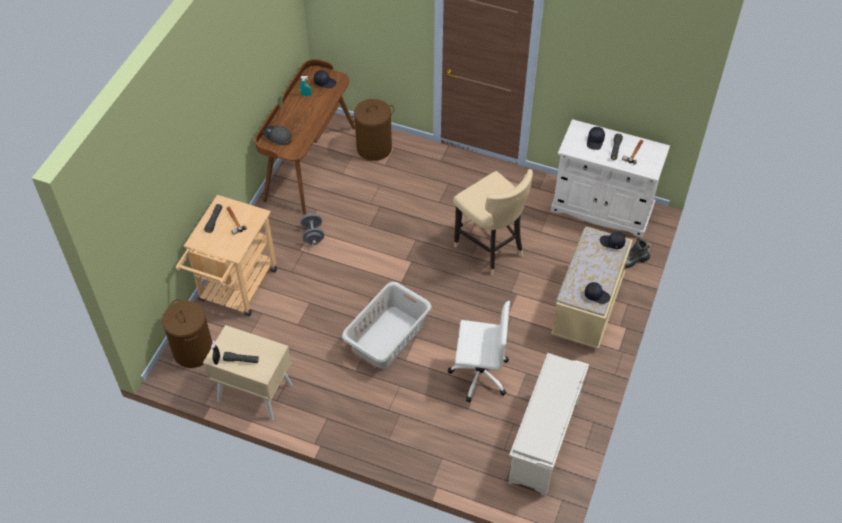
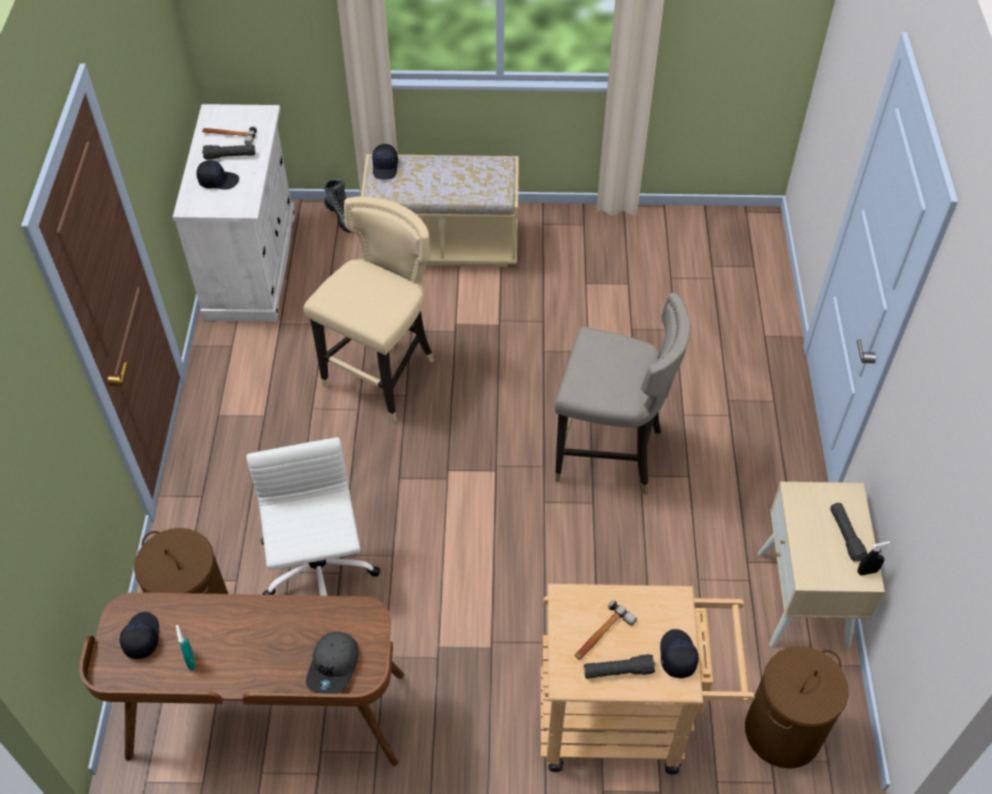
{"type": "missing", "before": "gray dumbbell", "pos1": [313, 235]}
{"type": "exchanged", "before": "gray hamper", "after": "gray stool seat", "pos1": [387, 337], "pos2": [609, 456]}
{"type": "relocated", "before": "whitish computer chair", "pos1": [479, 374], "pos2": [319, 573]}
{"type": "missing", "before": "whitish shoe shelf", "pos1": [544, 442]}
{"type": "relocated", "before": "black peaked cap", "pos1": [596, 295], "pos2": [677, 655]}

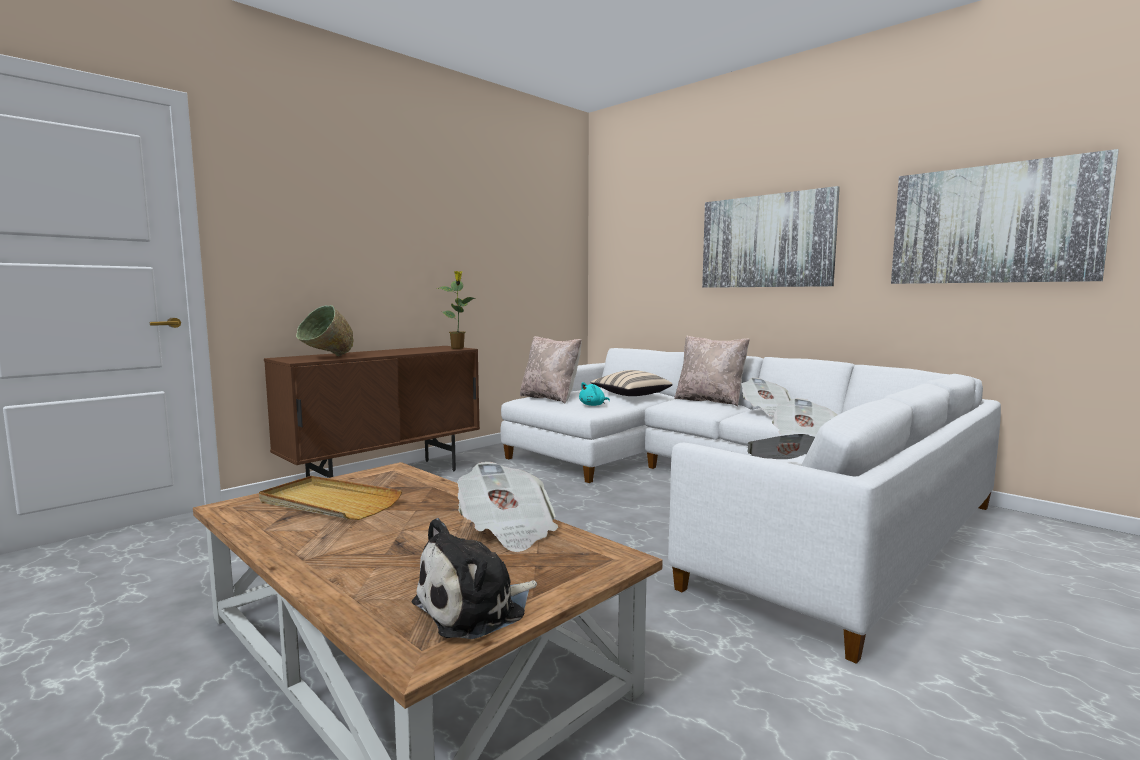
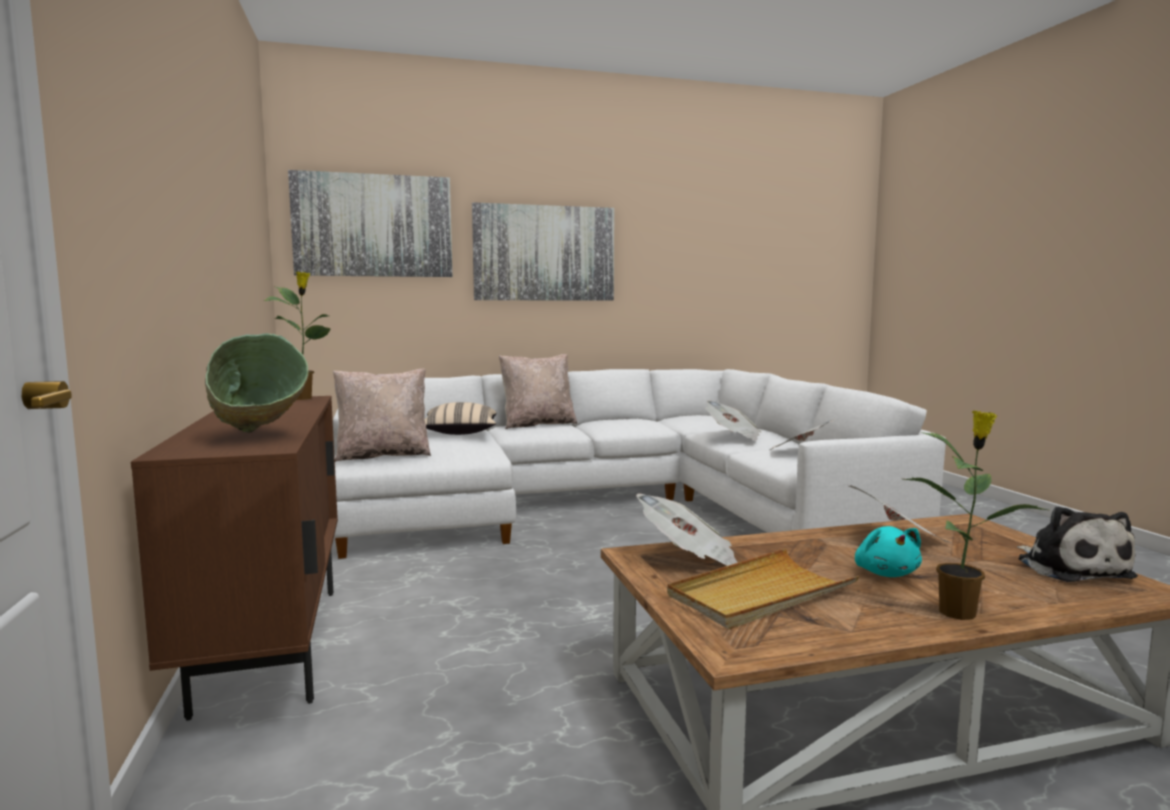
{"type": "relocated", "before": "blue-green soft toy", "pos1": [593, 405], "pos2": [885, 573]}
{"type": "relocated", "before": "newspaper", "pos1": [767, 411], "pos2": [689, 558]}
{"type": "relocated", "before": "wall art", "pos1": [992, 224], "pos2": [373, 226]}
{"type": "appeared", "after": "houseplant", "pos2": [959, 612]}

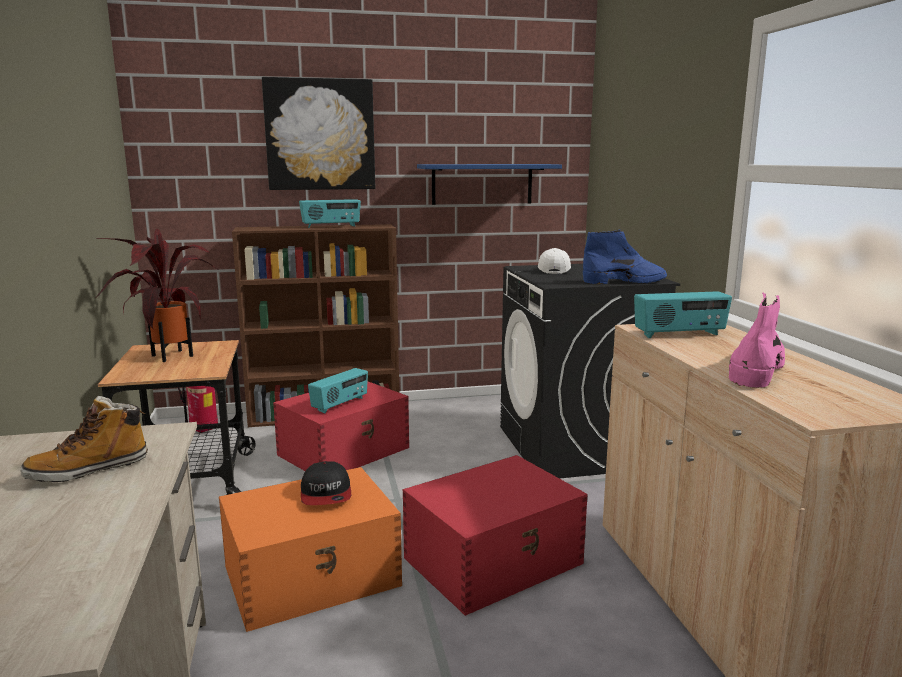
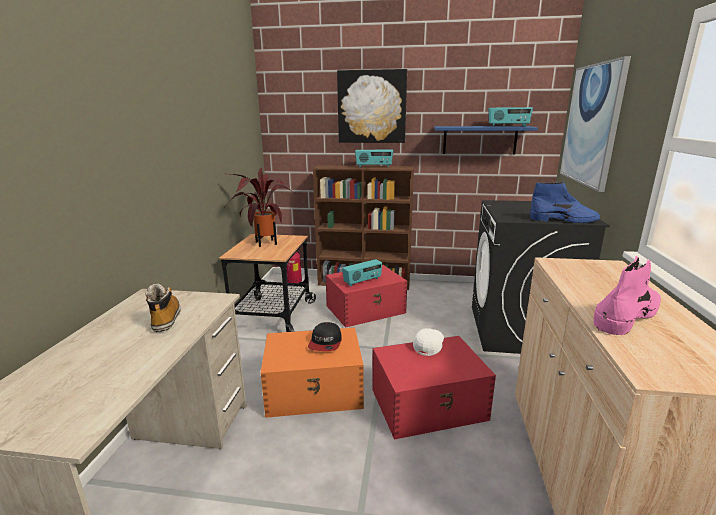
{"type": "spun", "before": "boot", "pos1": [89, 469], "pos2": [166, 318], "turn": 90}
{"type": "relocated", "before": "whitish peaked cap", "pos1": [553, 270], "pos2": [429, 346]}
{"type": "relocated", "before": "radio receiver", "pos1": [680, 334], "pos2": [508, 126]}
{"type": "appeared", "after": "wall art", "pos2": [591, 125]}

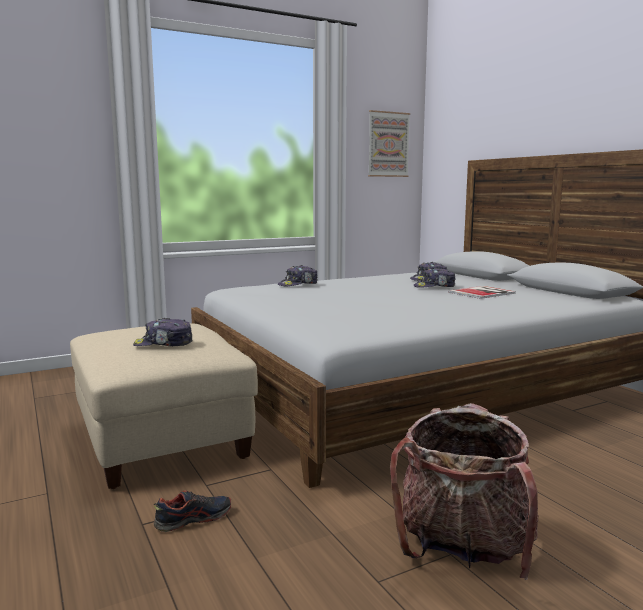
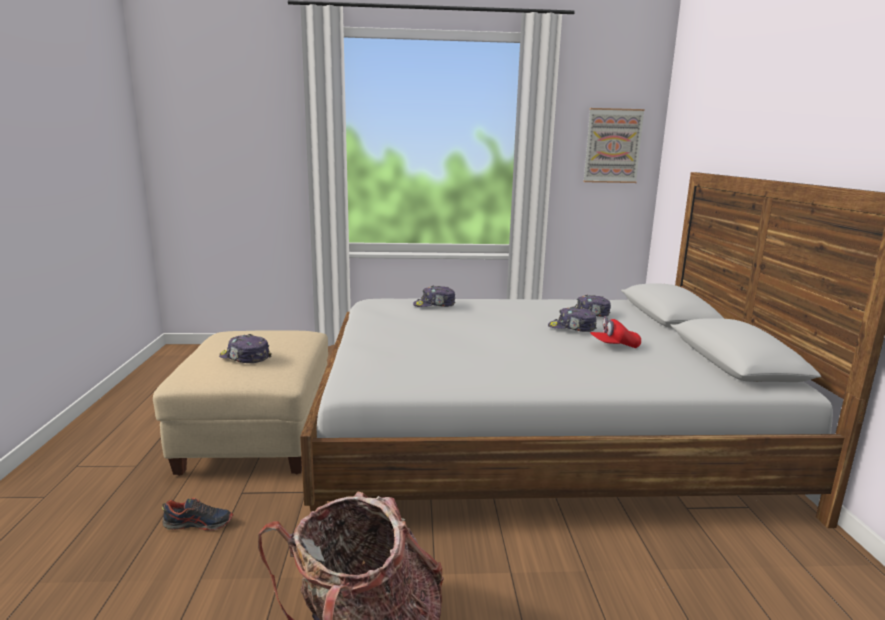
{"type": "exchanged", "before": "book", "after": "red peaked cap", "pos1": [483, 293], "pos2": [614, 346]}

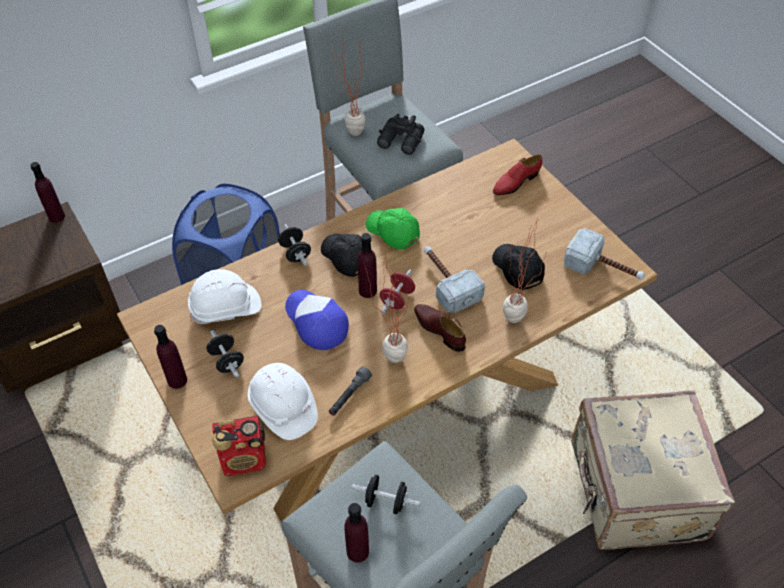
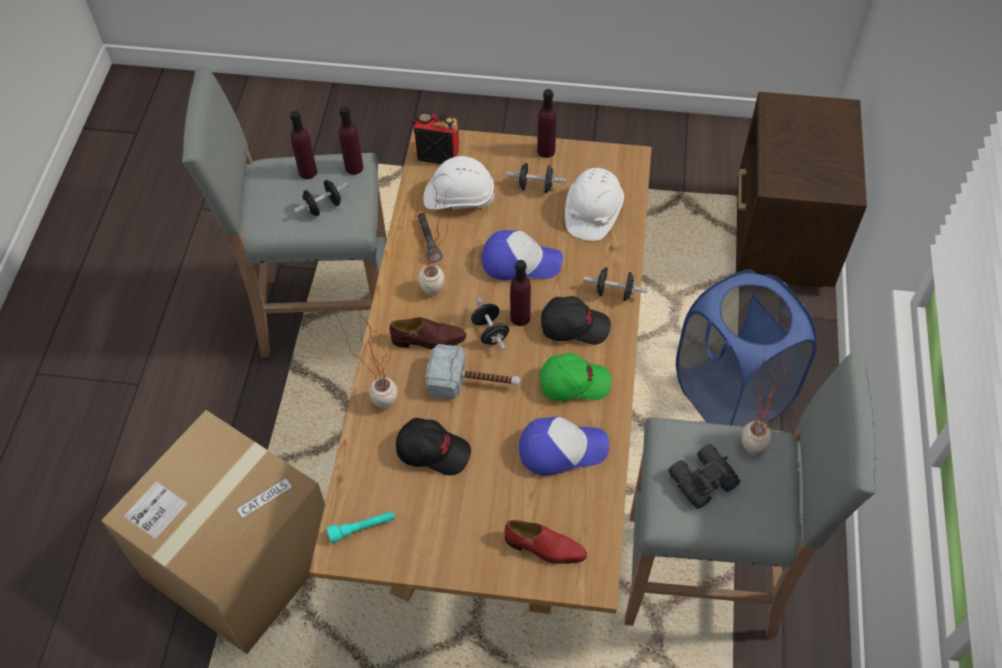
{"type": "relocated", "before": "purple bottle", "pos1": [56, 216], "pos2": [354, 167]}
{"type": "spun", "before": "radio receiver", "pos1": [245, 459], "pos2": [438, 154], "turn": 75}
{"type": "colour", "before": "red dumbbell", "after": "black dumbbell", "pos1": [397, 299], "pos2": [490, 332]}
{"type": "spun", "before": "red shoe", "pos1": [515, 182], "pos2": [545, 548], "turn": 105}
{"type": "exchanged", "before": "hammer", "after": "blue-green hand torch", "pos1": [604, 268], "pos2": [362, 528]}
{"type": "exchanged", "before": "beige piece of luggage", "after": "packing box", "pos1": [633, 491], "pos2": [241, 560]}
{"type": "appeared", "after": "peaked cap", "pos2": [561, 449]}

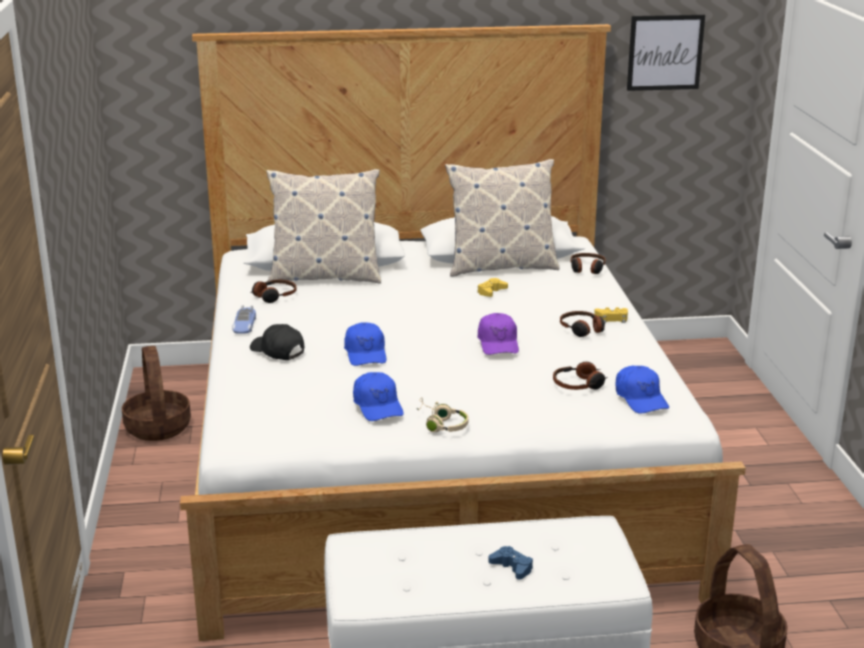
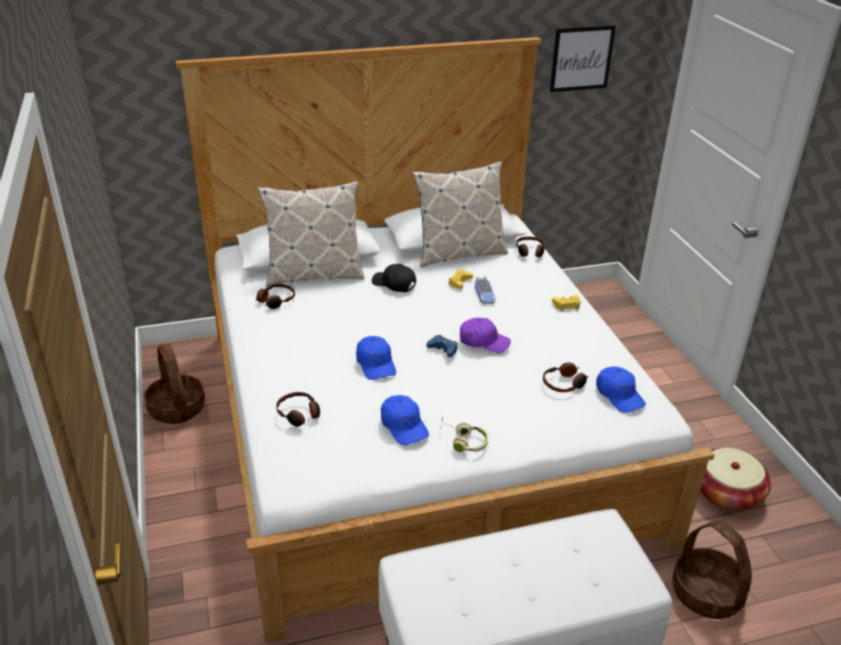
{"type": "relocated", "before": "toy car", "pos1": [244, 325], "pos2": [484, 294]}
{"type": "relocated", "before": "black peaked cap", "pos1": [278, 351], "pos2": [394, 284]}
{"type": "spun", "before": "purple peaked cap", "pos1": [498, 343], "pos2": [483, 341], "turn": -60}
{"type": "relocated", "before": "bluish joypad", "pos1": [512, 567], "pos2": [443, 349]}
{"type": "relocated", "before": "pair of headphones", "pos1": [582, 329], "pos2": [299, 414]}
{"type": "appeared", "after": "storage basket", "pos2": [726, 493]}

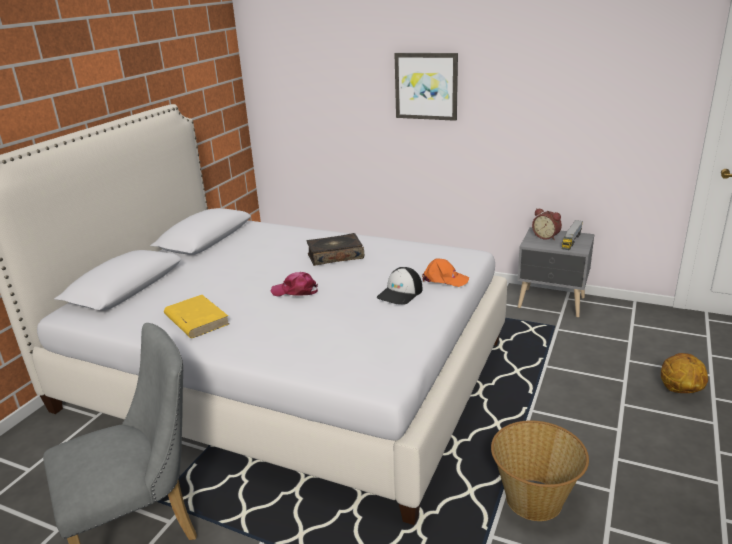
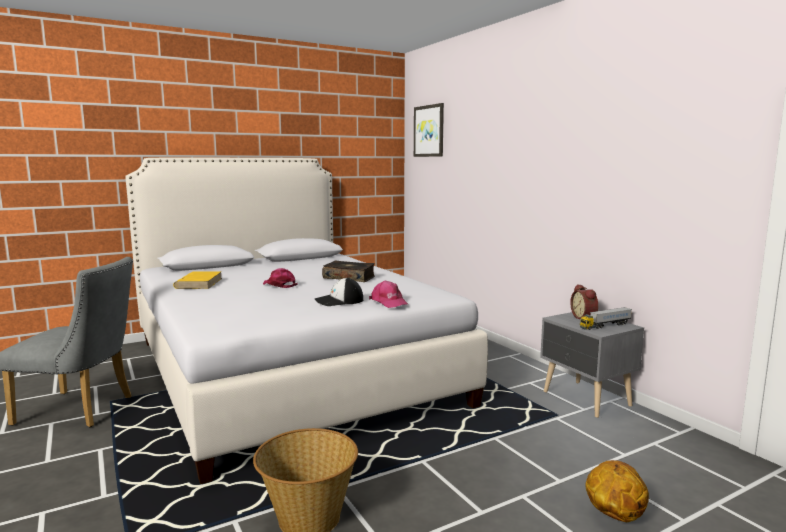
{"type": "relocated", "before": "wall art", "pos1": [426, 86], "pos2": [429, 131]}
{"type": "colour", "before": "orange-coloured peaked cap", "after": "pink peaked cap", "pos1": [444, 279], "pos2": [389, 302]}

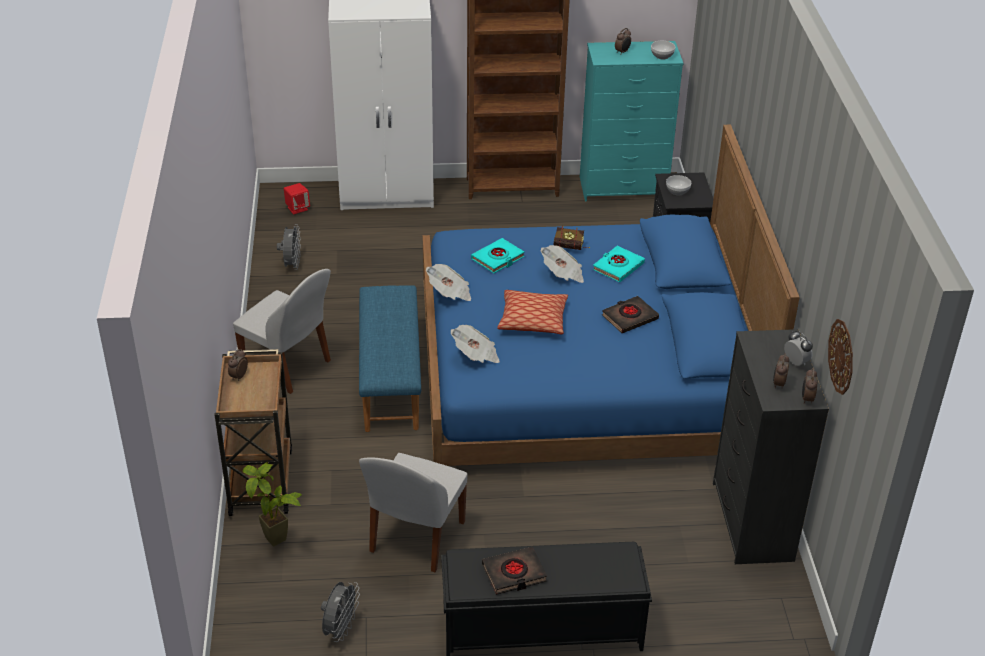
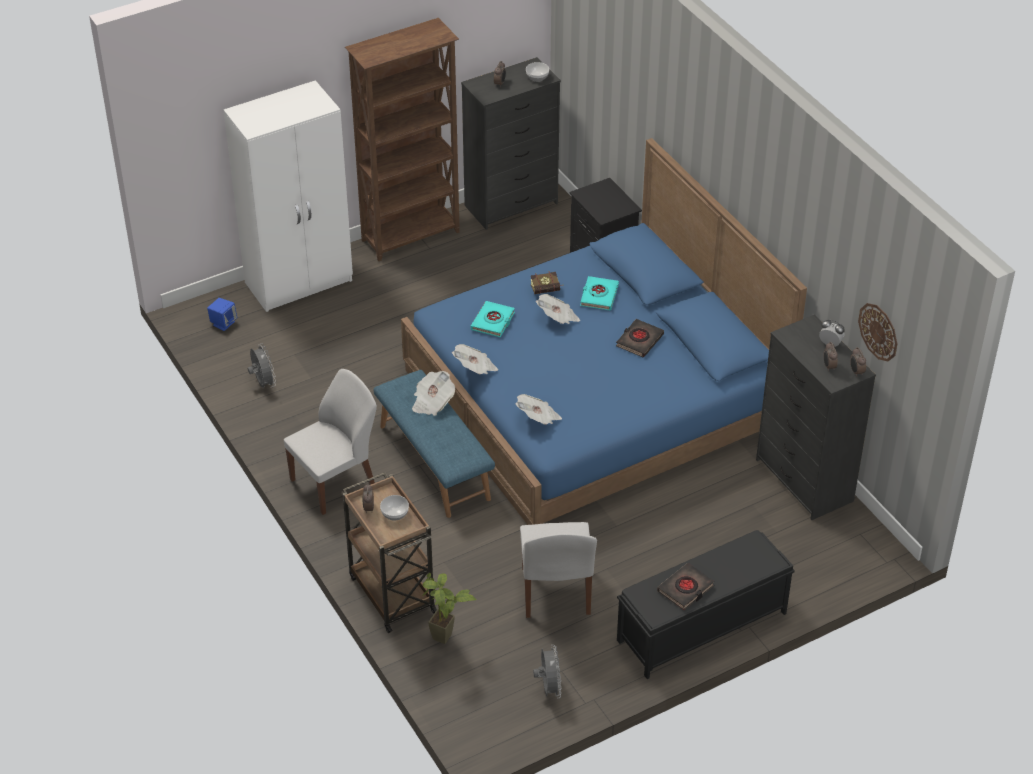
{"type": "spun", "before": "whitish upright chair", "pos1": [288, 366], "pos2": [335, 483], "turn": -45}
{"type": "colour", "before": "red loudspeaker", "after": "bluish loudspeaker", "pos1": [297, 208], "pos2": [223, 323]}
{"type": "missing", "before": "throw pillow", "pos1": [533, 320]}
{"type": "colour", "before": "blue-green chest of drawers", "after": "black chest of drawers", "pos1": [624, 188], "pos2": [512, 204]}
{"type": "relocated", "before": "bowl", "pos1": [677, 191], "pos2": [394, 514]}
{"type": "appeared", "after": "newspaper", "pos2": [432, 402]}

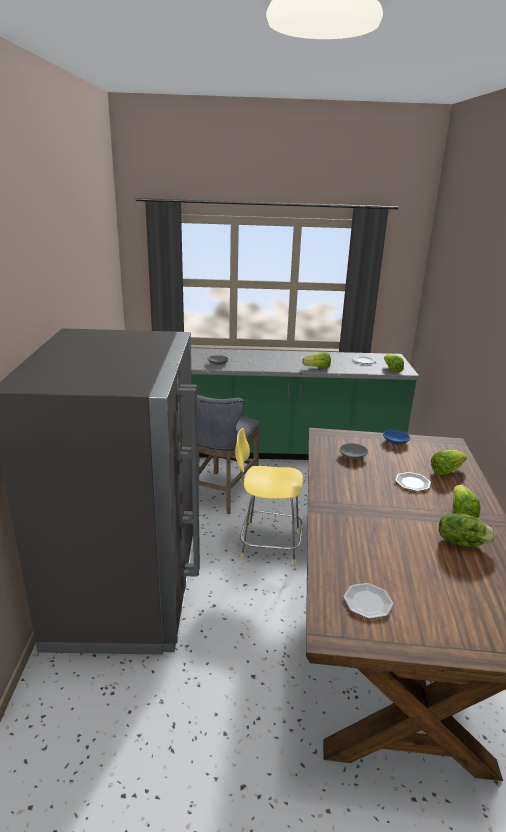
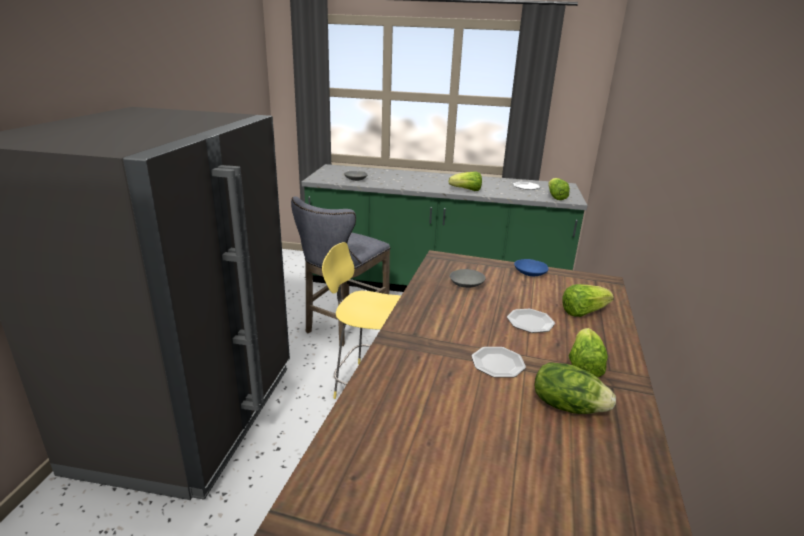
{"type": "relocated", "before": "flat dish", "pos1": [368, 602], "pos2": [498, 364]}

